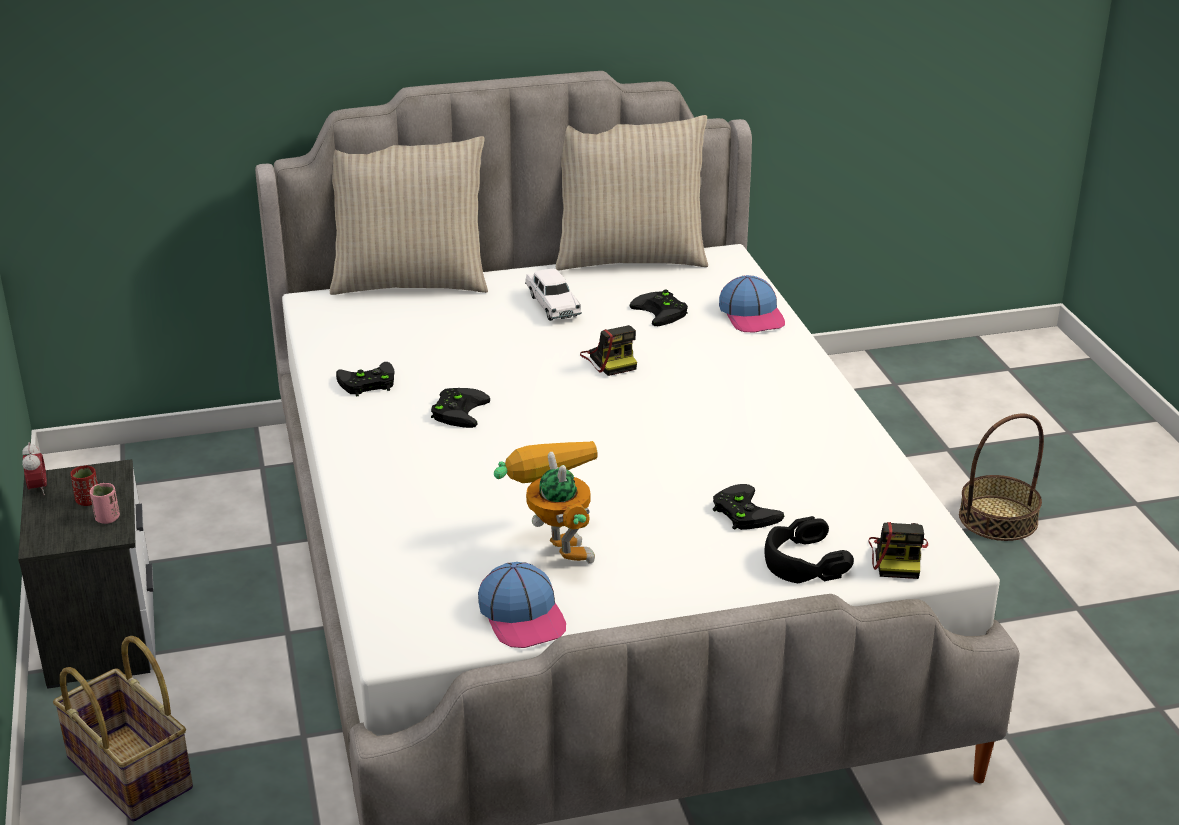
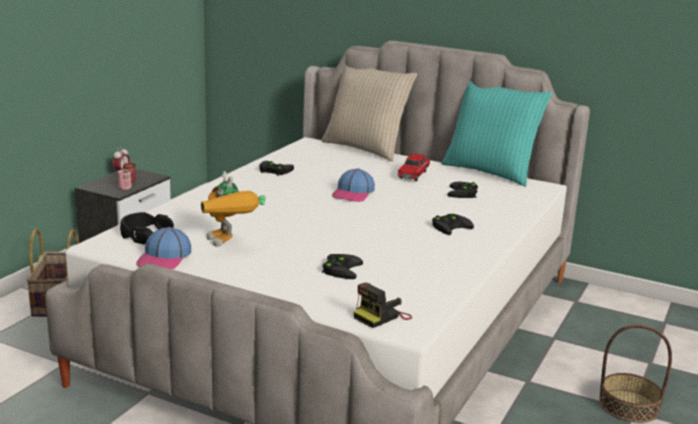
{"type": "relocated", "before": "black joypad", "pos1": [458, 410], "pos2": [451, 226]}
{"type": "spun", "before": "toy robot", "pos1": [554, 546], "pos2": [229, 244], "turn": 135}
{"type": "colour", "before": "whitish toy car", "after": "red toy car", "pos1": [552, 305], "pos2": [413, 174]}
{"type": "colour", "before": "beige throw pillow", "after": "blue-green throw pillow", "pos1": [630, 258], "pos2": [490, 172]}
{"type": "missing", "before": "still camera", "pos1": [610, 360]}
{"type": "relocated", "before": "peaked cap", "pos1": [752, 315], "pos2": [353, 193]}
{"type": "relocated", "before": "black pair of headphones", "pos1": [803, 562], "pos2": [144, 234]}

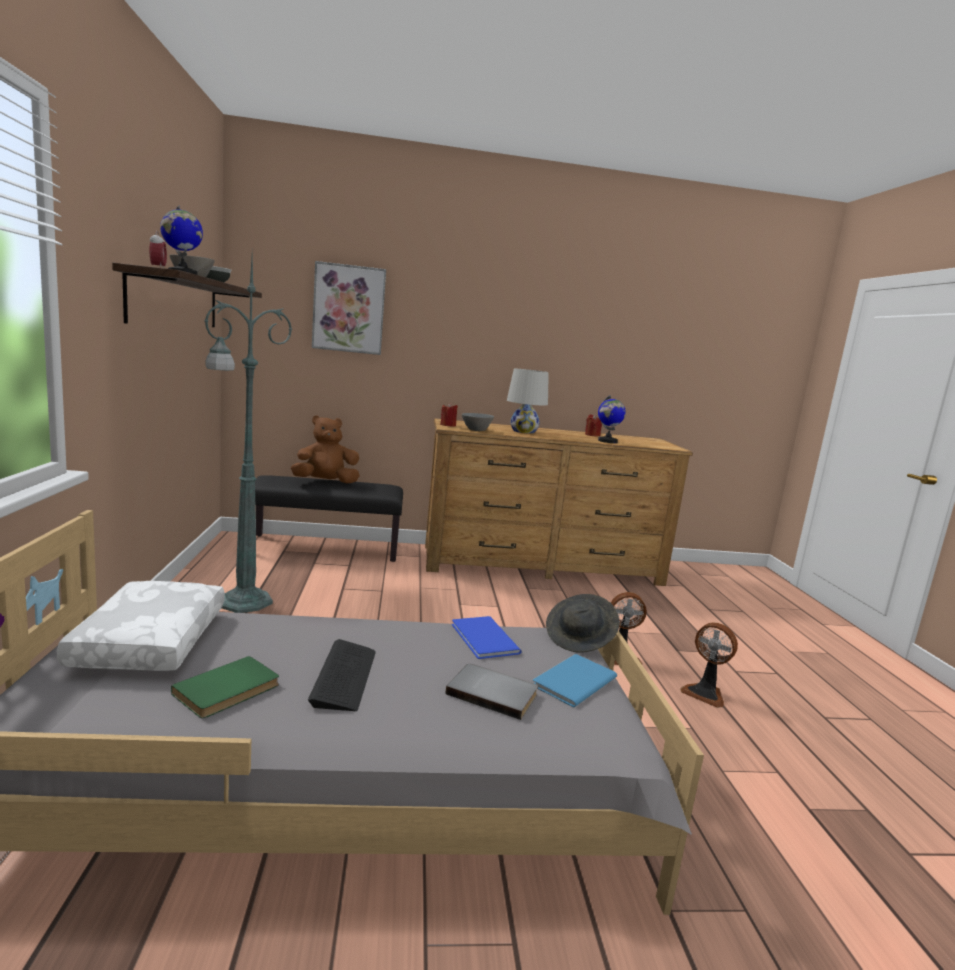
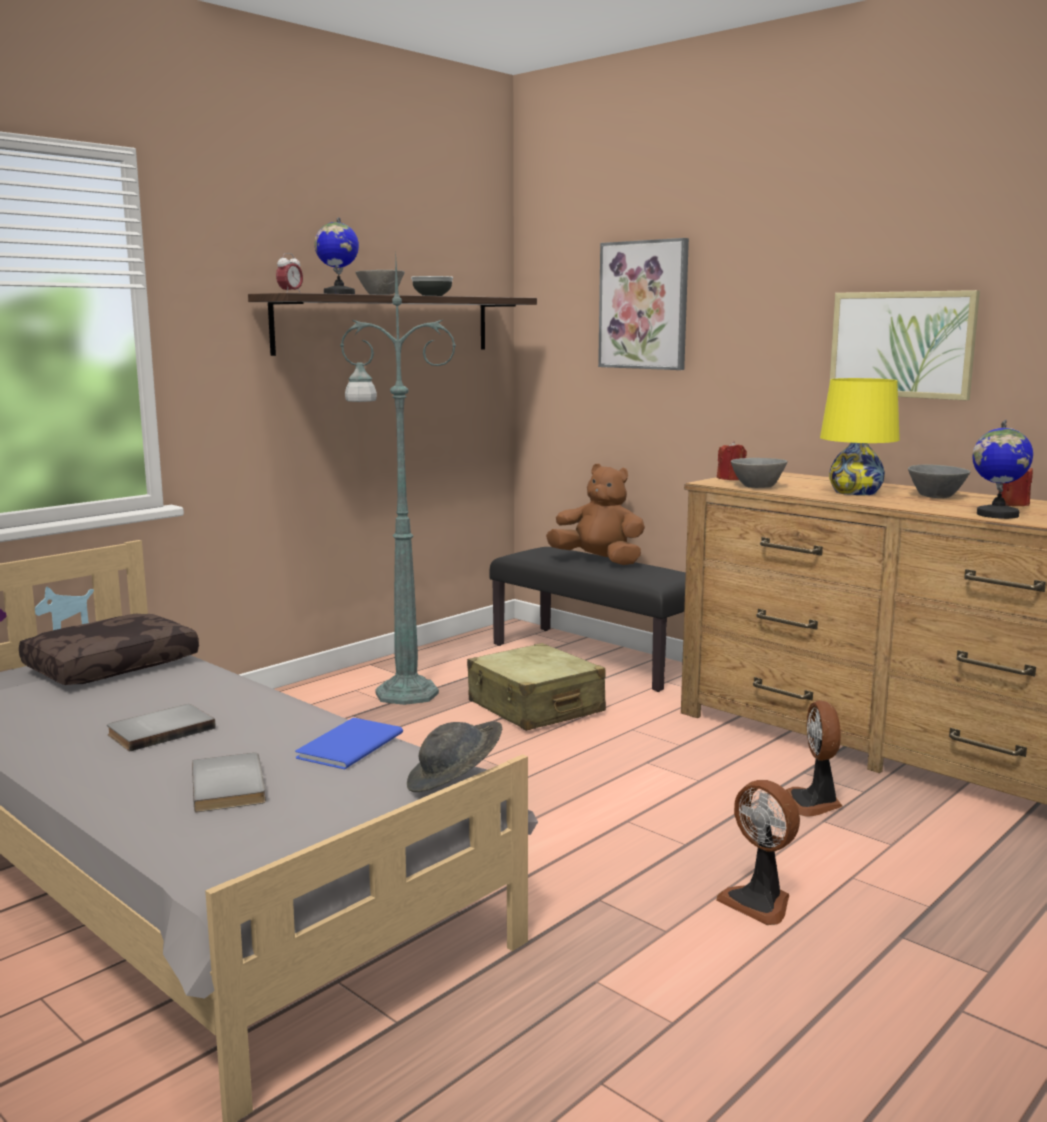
{"type": "colour", "before": "whitish throw pillow", "after": "brownish throw pillow", "pos1": [149, 640], "pos2": [112, 665]}
{"type": "missing", "before": "green-coloured book", "pos1": [229, 690]}
{"type": "exchanged", "before": "PC keyboard", "after": "gray book", "pos1": [344, 676], "pos2": [160, 730]}
{"type": "colour", "before": "whitish tabletop lamp", "after": "yellow-coloured tabletop lamp", "pos1": [523, 431], "pos2": [855, 492]}
{"type": "missing", "before": "bluish book", "pos1": [571, 681]}
{"type": "relocated", "before": "cooling fan", "pos1": [705, 693], "pos2": [814, 803]}
{"type": "appeared", "after": "beige piece of luggage", "pos2": [535, 707]}
{"type": "appeared", "after": "wall art", "pos2": [902, 344]}
{"type": "appeared", "after": "gray bowl", "pos2": [935, 496]}

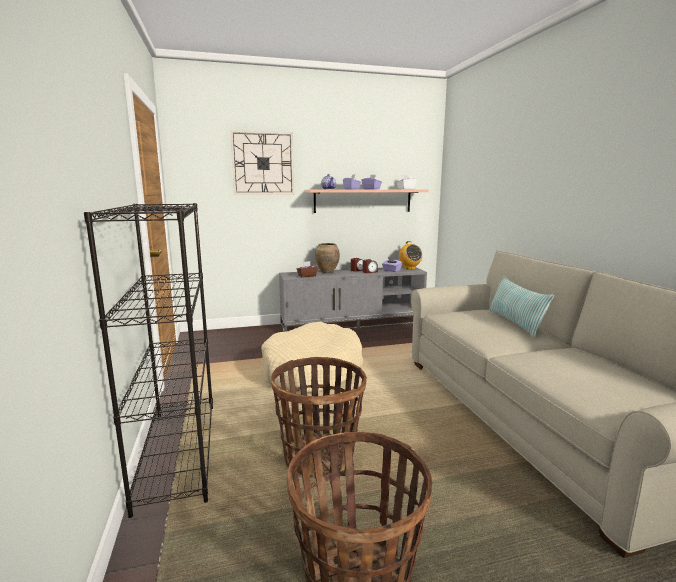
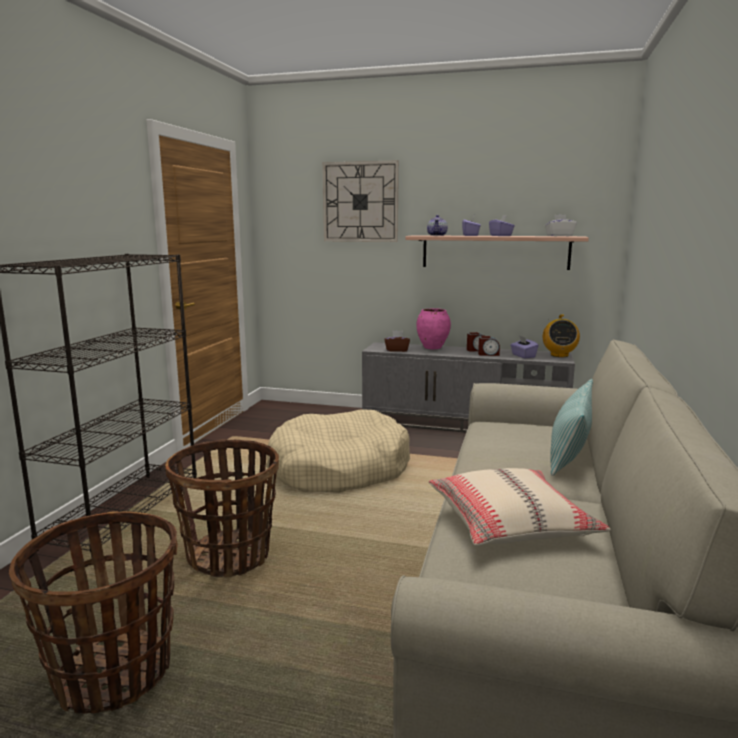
{"type": "colour", "before": "brownish flower vase", "after": "pink flower vase", "pos1": [327, 272], "pos2": [432, 348]}
{"type": "appeared", "after": "beige throw pillow", "pos2": [510, 523]}

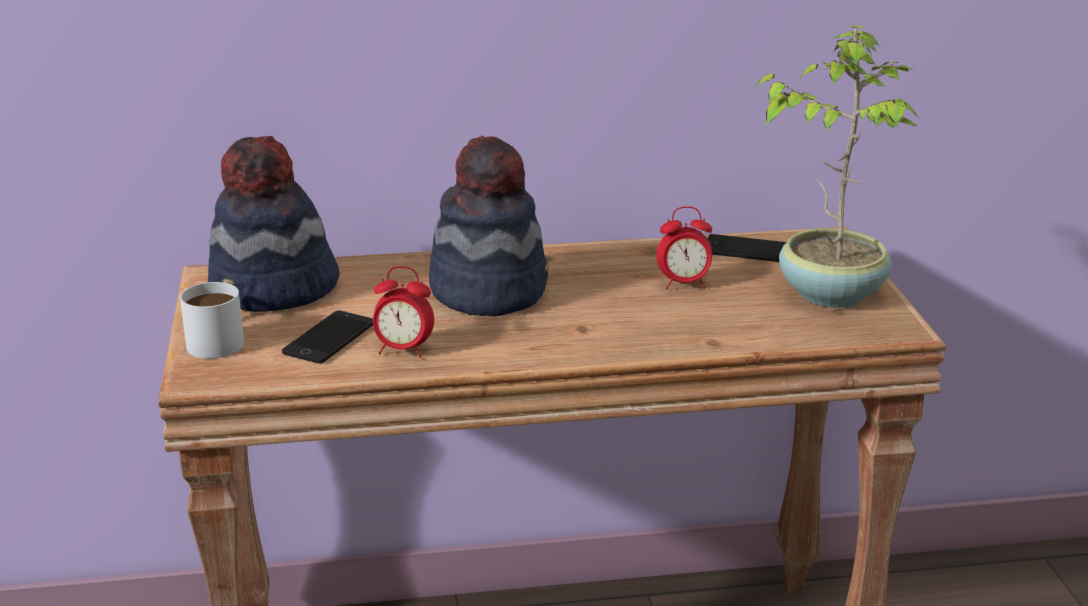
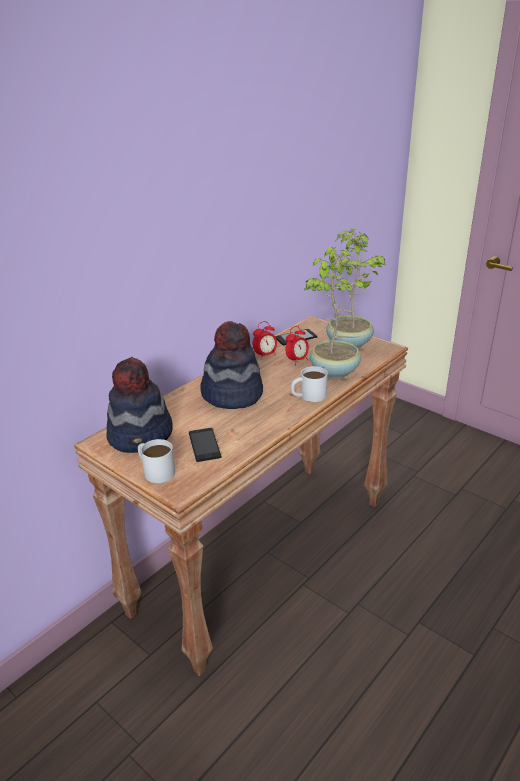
{"type": "relocated", "before": "bedside clock", "pos1": [403, 350], "pos2": [265, 355]}
{"type": "appeared", "after": "whitish coffee mug", "pos2": [308, 396]}
{"type": "appeared", "after": "houseplant", "pos2": [335, 371]}

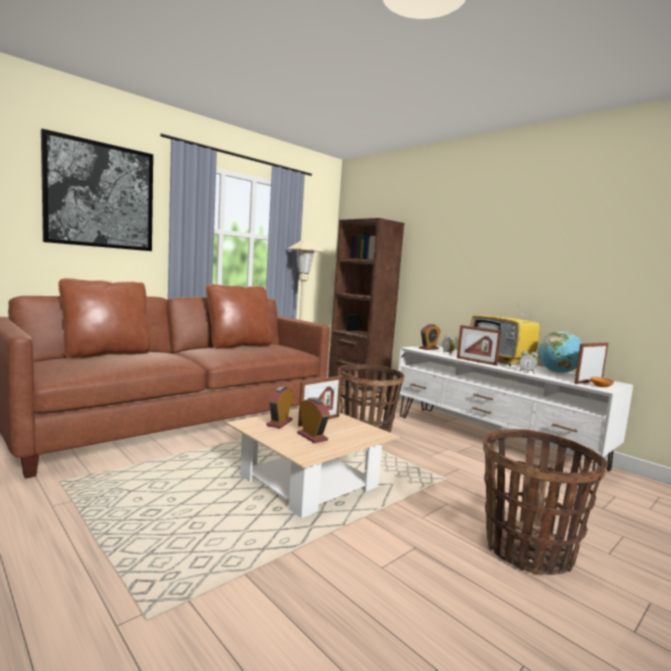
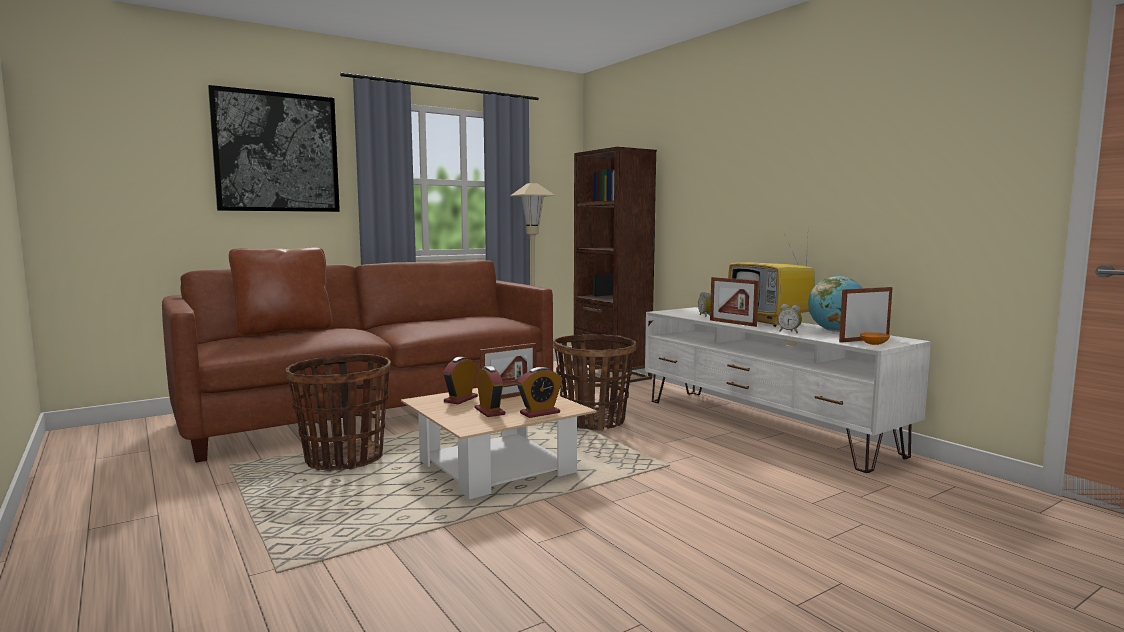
{"type": "missing", "before": "brownish throw pillow", "pos1": [239, 346]}
{"type": "relocated", "before": "bedside clock", "pos1": [429, 348], "pos2": [540, 413]}
{"type": "relocated", "before": "storage basket", "pos1": [528, 550], "pos2": [343, 459]}

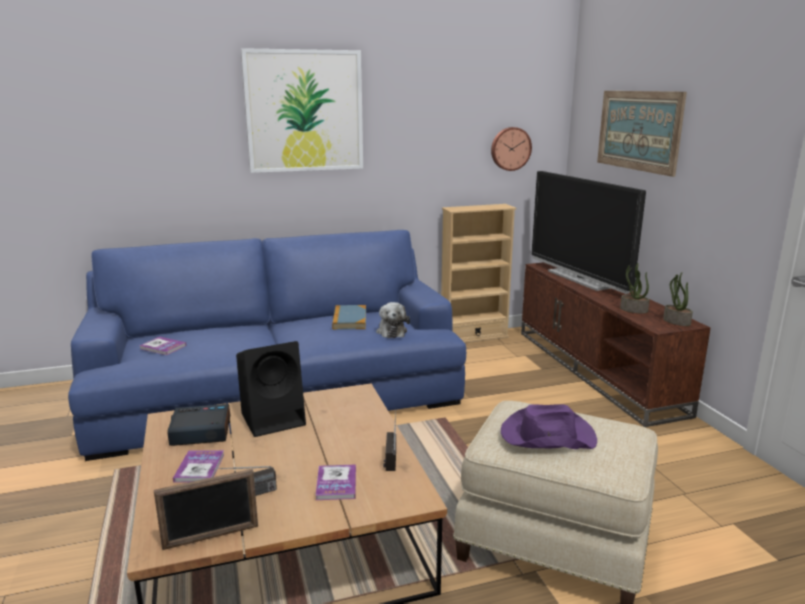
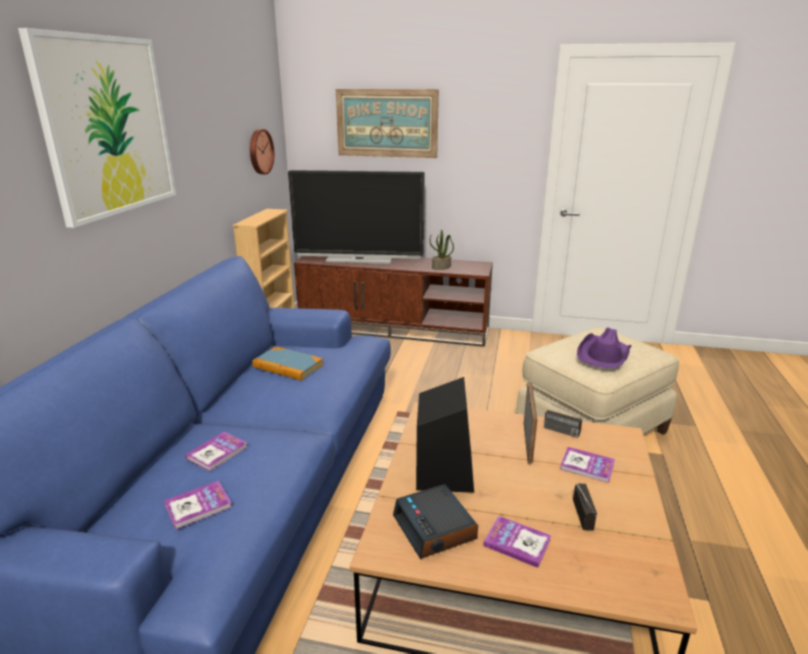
{"type": "relocated", "before": "standing frame", "pos1": [211, 537], "pos2": [527, 442]}
{"type": "spun", "before": "bedside clock", "pos1": [200, 432], "pos2": [435, 528], "turn": -45}
{"type": "missing", "before": "soft toy", "pos1": [391, 331]}
{"type": "missing", "before": "houseplant", "pos1": [676, 321]}
{"type": "appeared", "after": "book", "pos2": [217, 452]}

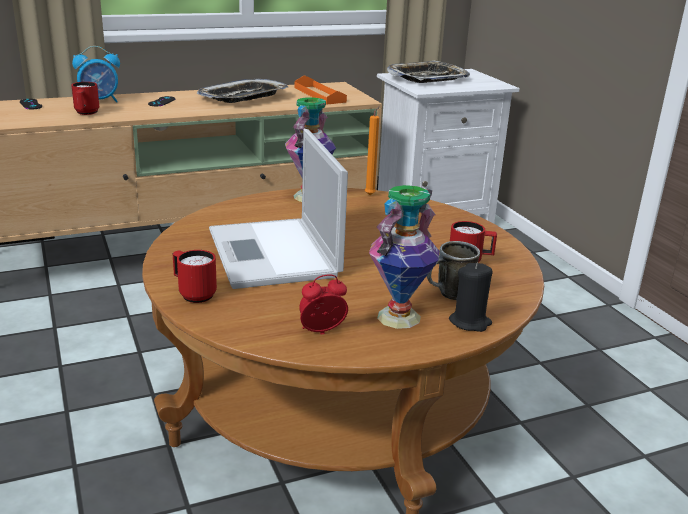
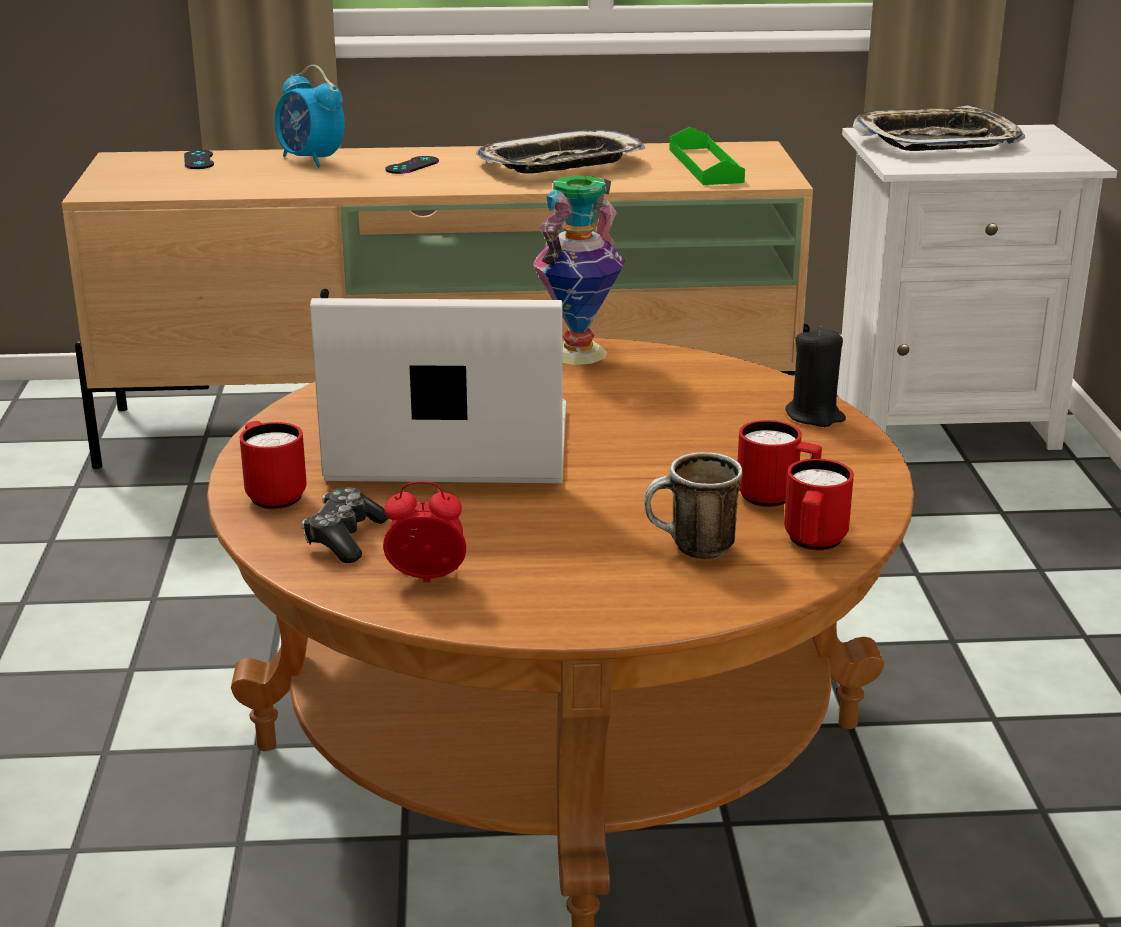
{"type": "relocated", "before": "red coffee mug", "pos1": [86, 113], "pos2": [813, 544]}
{"type": "spun", "before": "bedside clock", "pos1": [100, 101], "pos2": [311, 160], "turn": 45}
{"type": "spun", "before": "portable computer", "pos1": [274, 254], "pos2": [444, 446], "turn": 90}
{"type": "colour", "before": "orange-coloured carrying tray", "after": "green-coloured carrying tray", "pos1": [319, 95], "pos2": [705, 165]}
{"type": "missing", "before": "orange-coloured wax candle", "pos1": [371, 194]}
{"type": "missing", "before": "flower vase", "pos1": [399, 317]}
{"type": "relocated", "before": "black wax candle", "pos1": [470, 322], "pos2": [814, 416]}
{"type": "appeared", "after": "joypad", "pos2": [345, 538]}

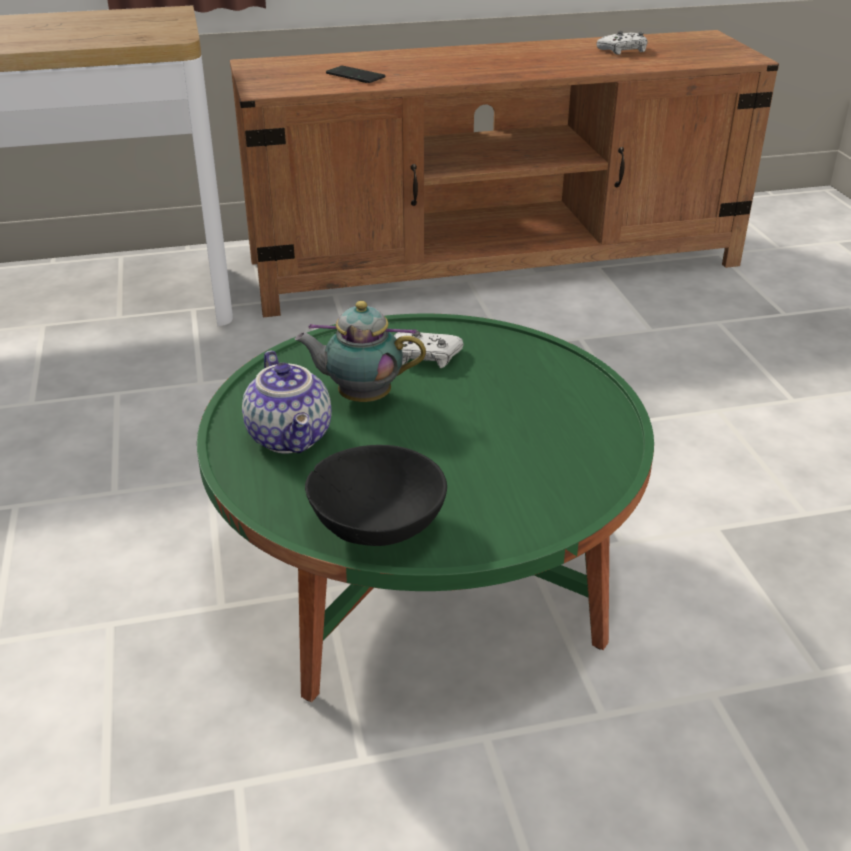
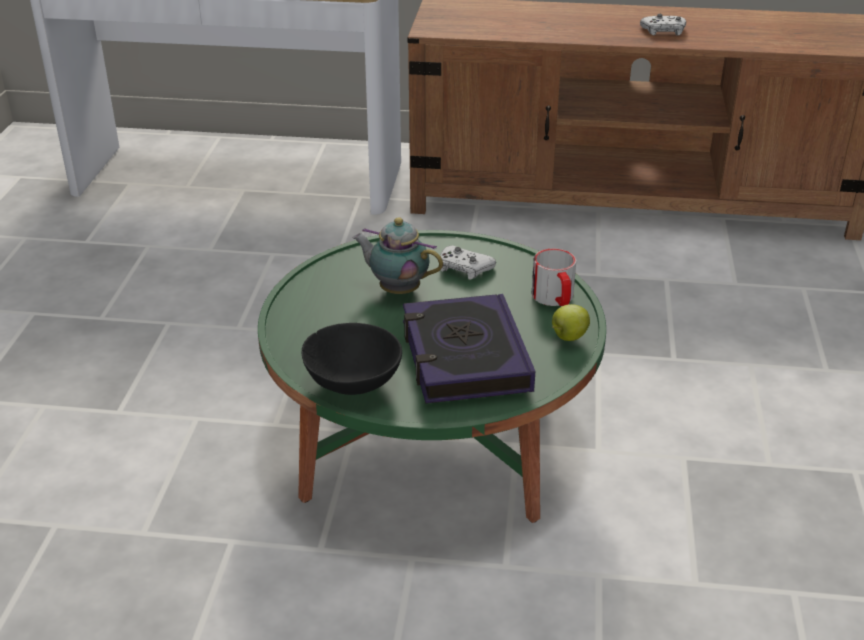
{"type": "missing", "before": "tea pot", "pos1": [292, 437]}
{"type": "missing", "before": "handset", "pos1": [355, 76]}
{"type": "relocated", "before": "whitish joypad", "pos1": [623, 50], "pos2": [663, 31]}
{"type": "appeared", "after": "book", "pos2": [464, 357]}
{"type": "appeared", "after": "coffee mug", "pos2": [555, 299]}
{"type": "appeared", "after": "whole apple", "pos2": [568, 337]}

